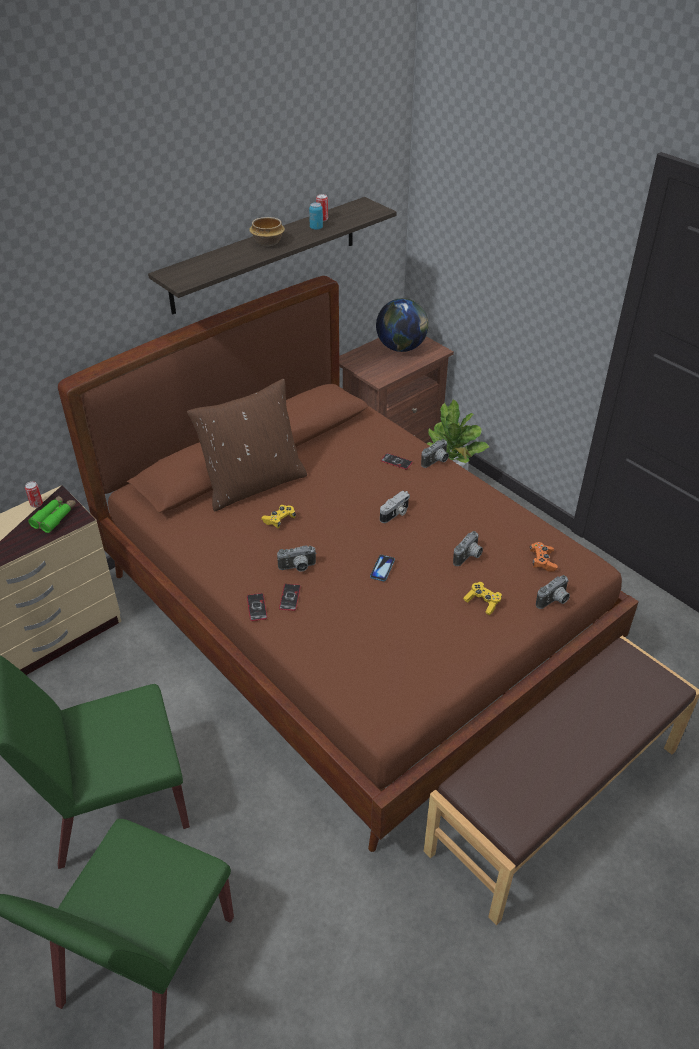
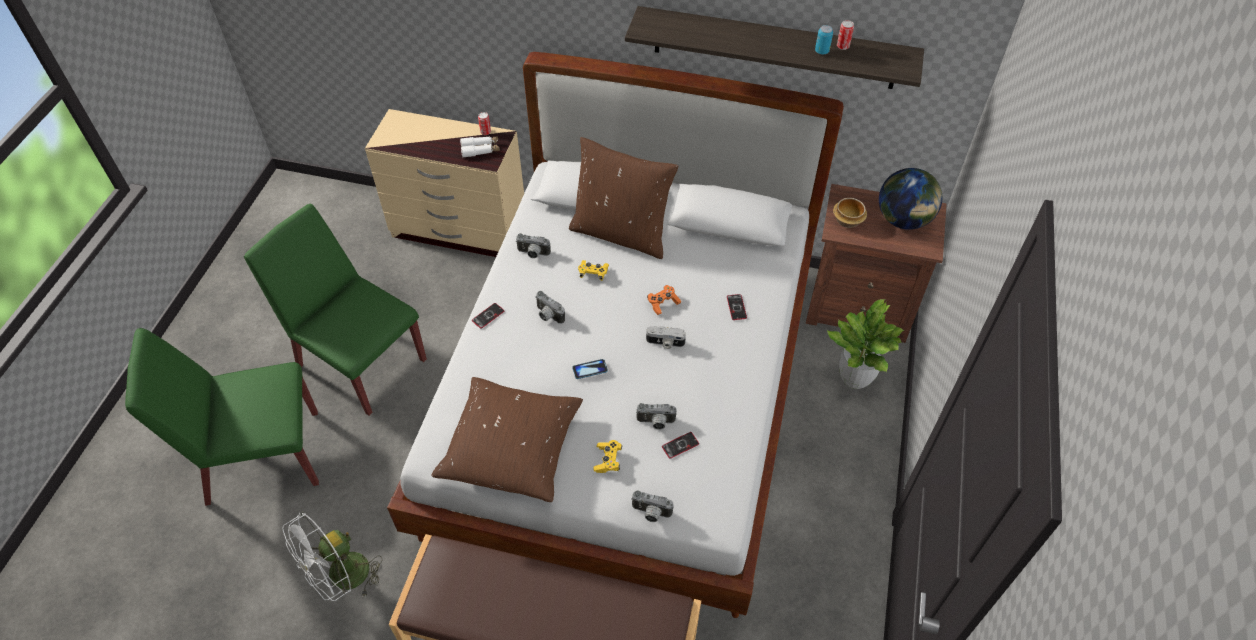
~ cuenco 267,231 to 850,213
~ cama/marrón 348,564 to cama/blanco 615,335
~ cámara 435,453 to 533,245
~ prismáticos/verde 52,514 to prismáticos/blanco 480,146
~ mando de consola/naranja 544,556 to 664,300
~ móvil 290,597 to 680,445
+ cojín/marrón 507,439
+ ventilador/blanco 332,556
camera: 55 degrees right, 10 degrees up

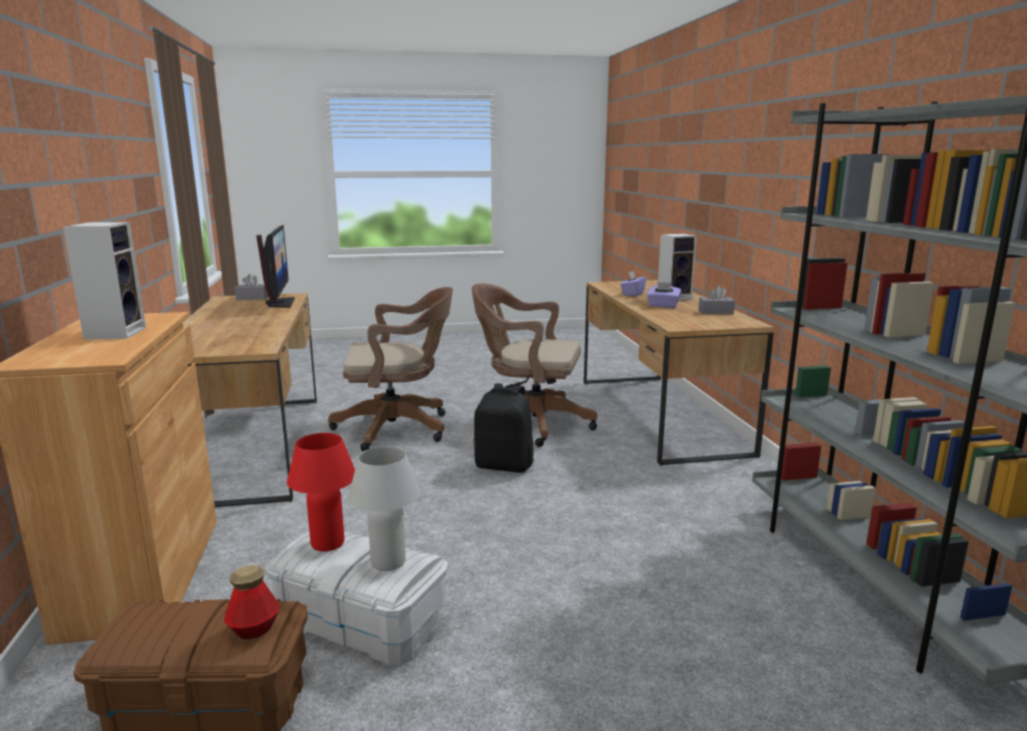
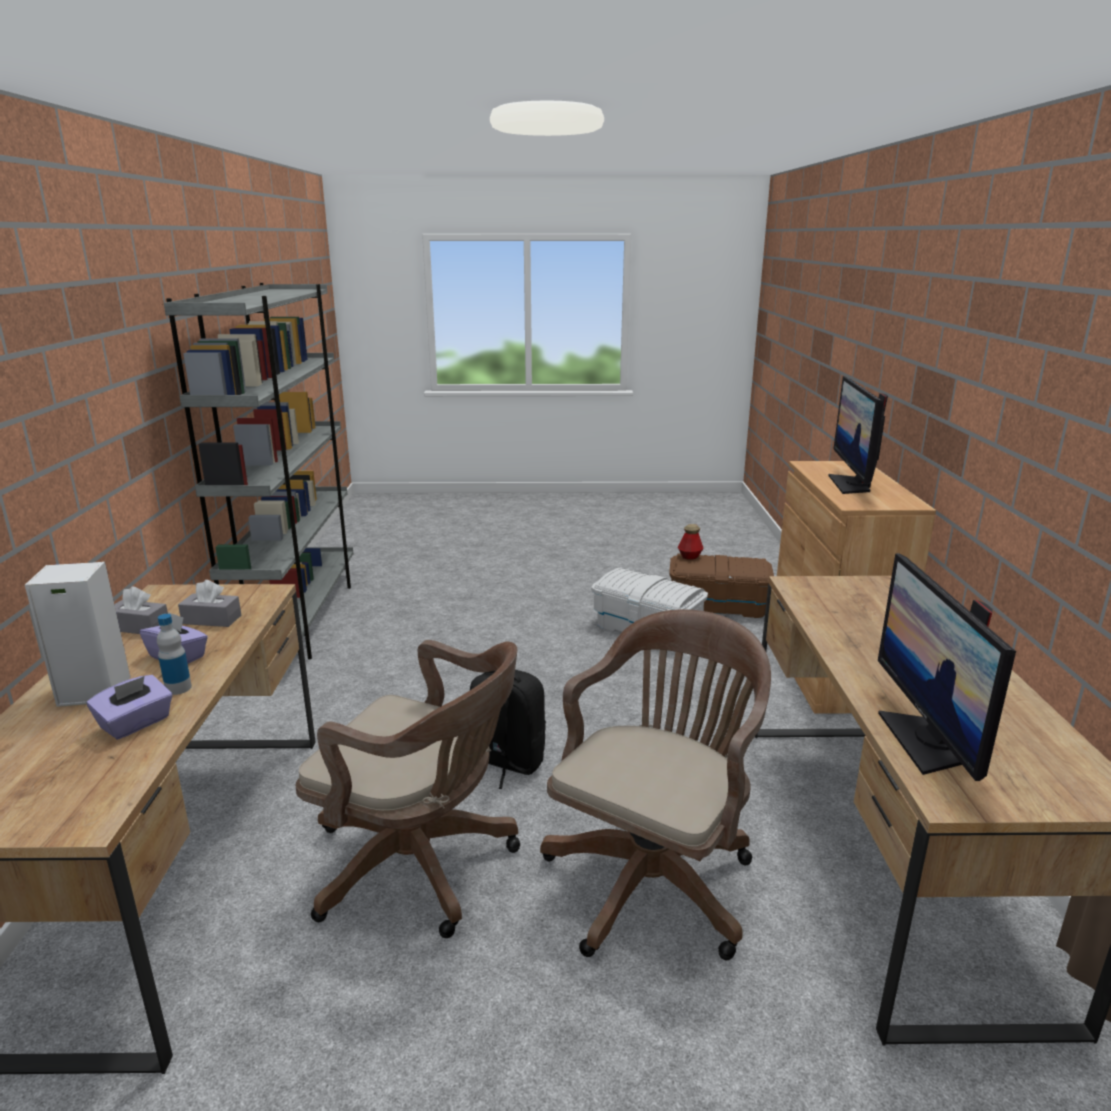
~ altavoz 104,281 to monitor 858,435
~ caja de pañuelos/gris 252,287 to 209,603
~ silla de oficina/marrón 390,369 = 655,784 120 degrees clockwise
- lámpara de mesa/rojo 321,492
- lámpara de mesa/blanco 384,508
+ botella 174,654
camera: 170 degrees left, 5 degrees up

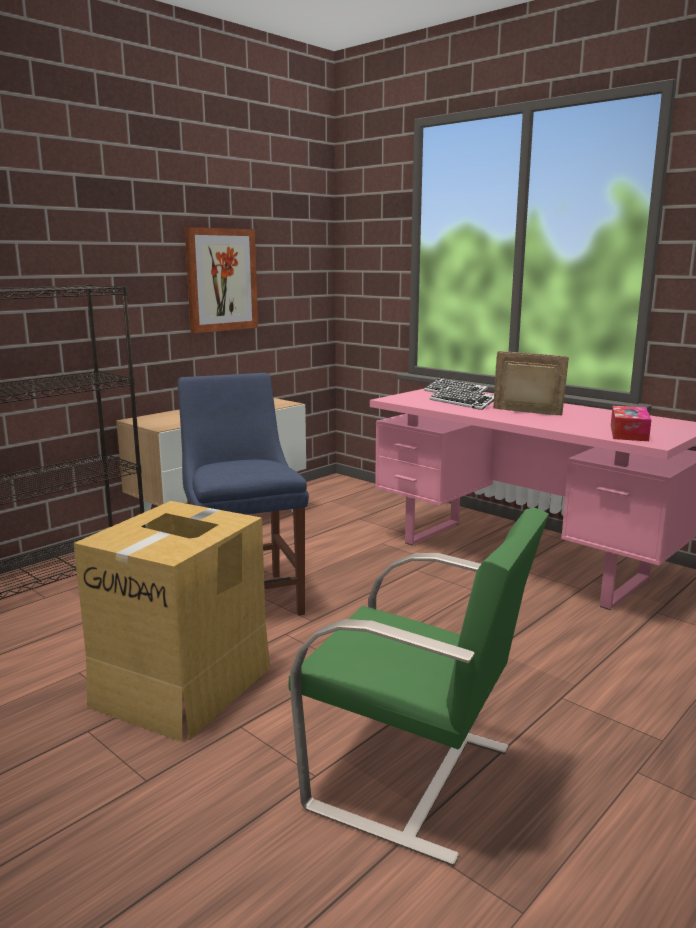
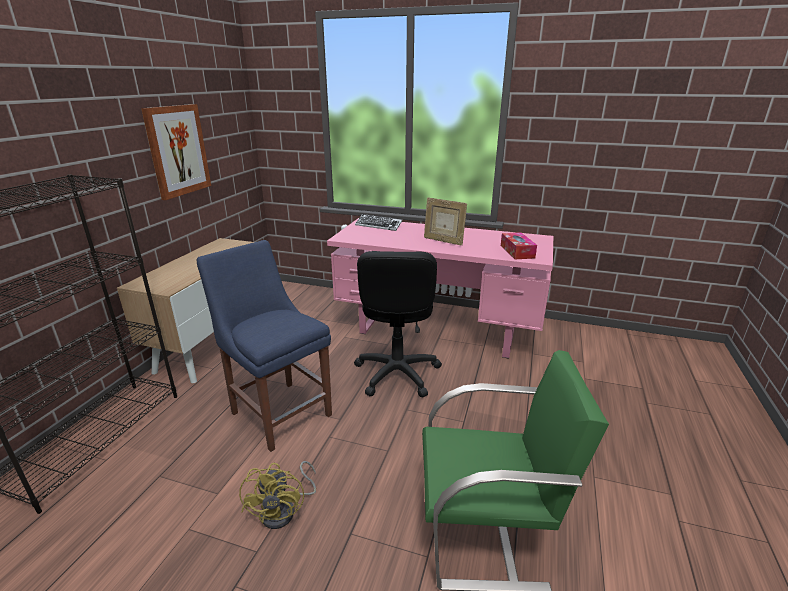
~ portarretratos 531,383 = 445,221 135 degrees counterclockwise
- teclado 462,398
~ caja de cartón 172,621 to ventilador/amarillo 277,495
+ silla de oficina/negro 398,324
camera: 25 degrees left, 10 degrees up

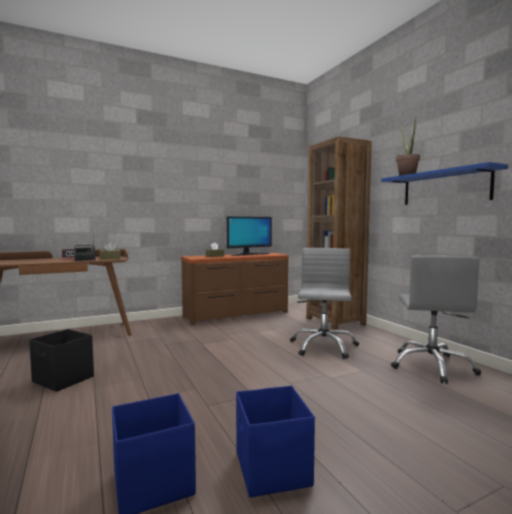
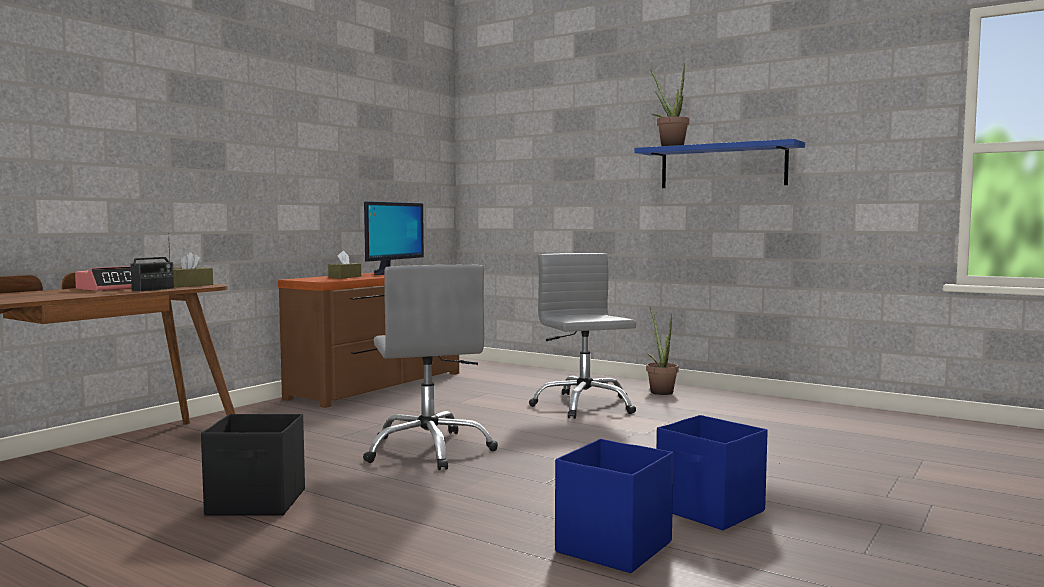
- estantería/marrón 339,233
~ silla de oficina/gris 436,319 to 430,367
+ planta en maceta 662,351
camera: 30 degrees left, 0 degrees up

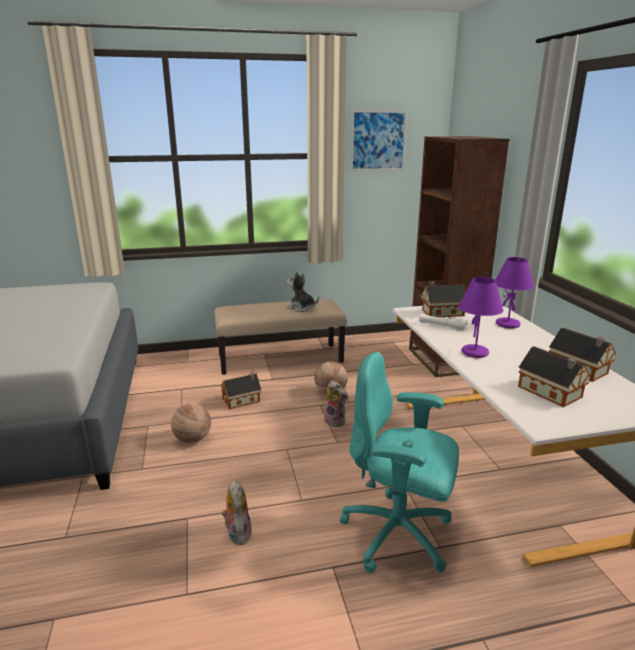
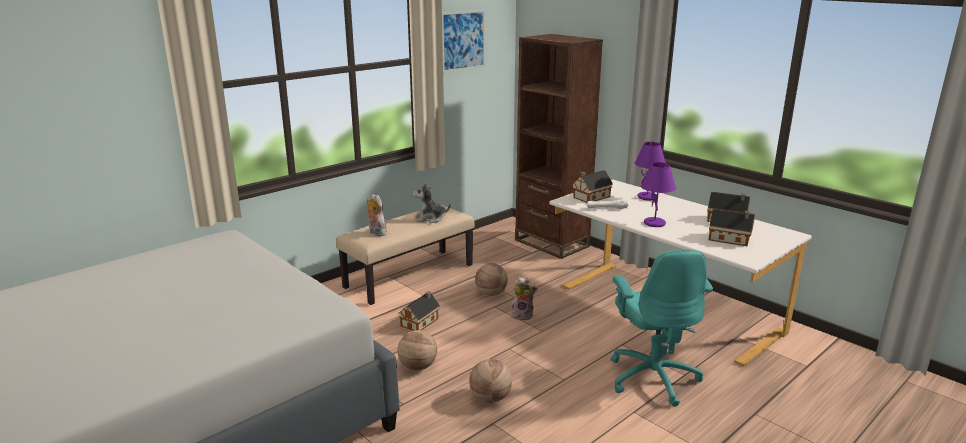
~ silla de oficina/turquesa 399,462 = 662,328 90 degrees counterclockwise
~ peluche 236,512 to 377,215
+ balón de baloncesto 490,381
camera: 30 degrees left, 0 degrees up

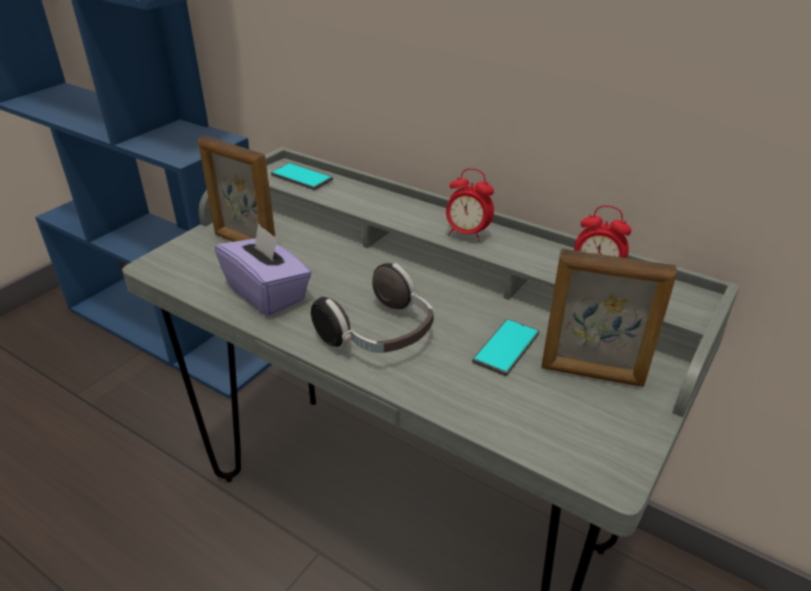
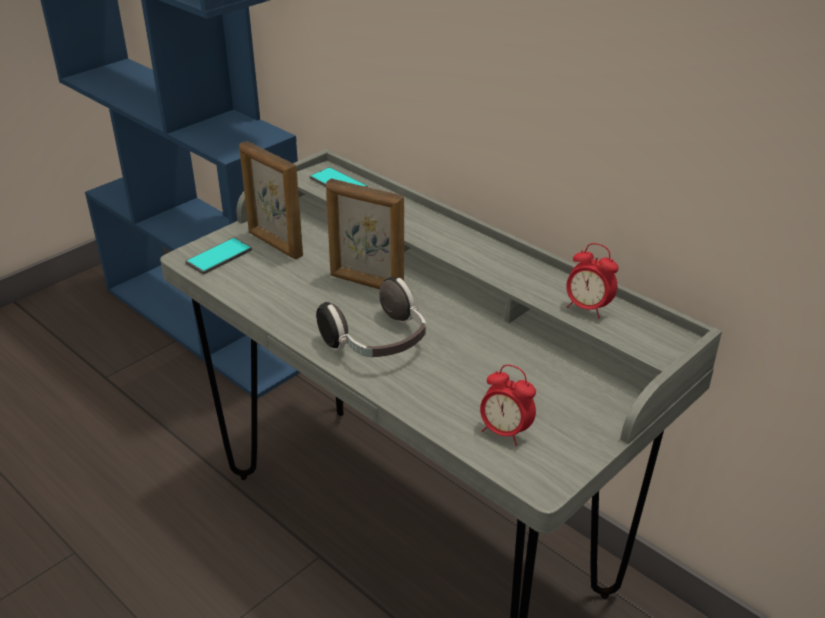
~ despertador 470,205 to 508,405
- caja de pañuelos/morado 263,270
~ portarretratos 609,318 to 365,233
~ móvil 505,347 to 218,255
camera: 10 degrees right, 0 degrees up

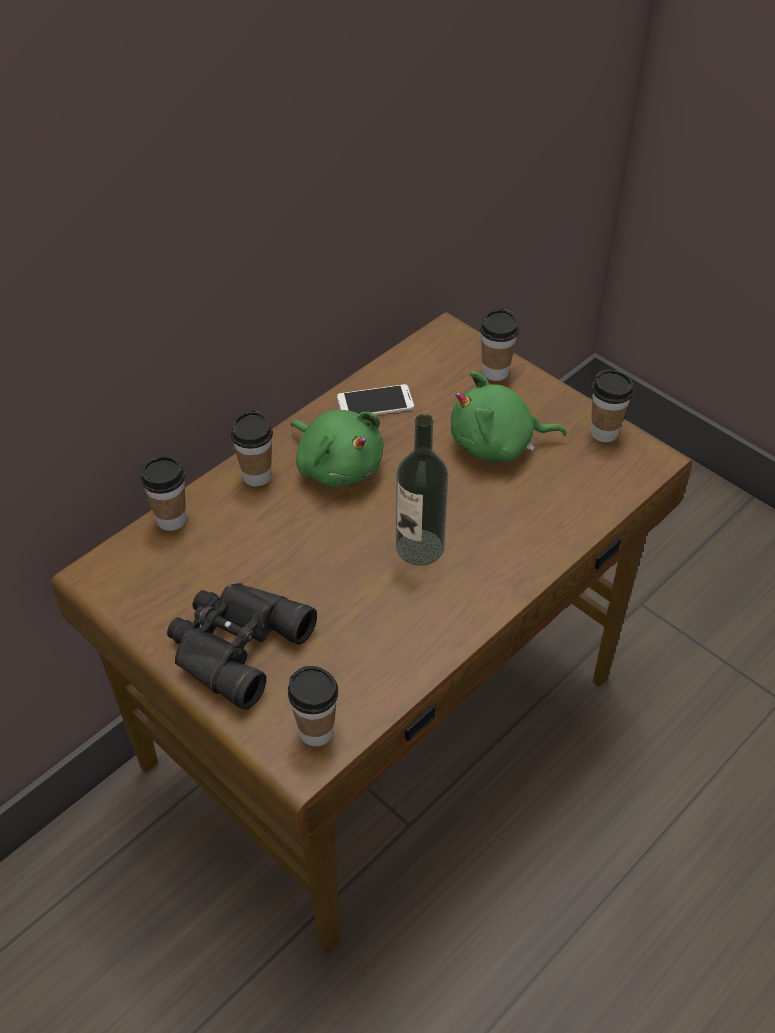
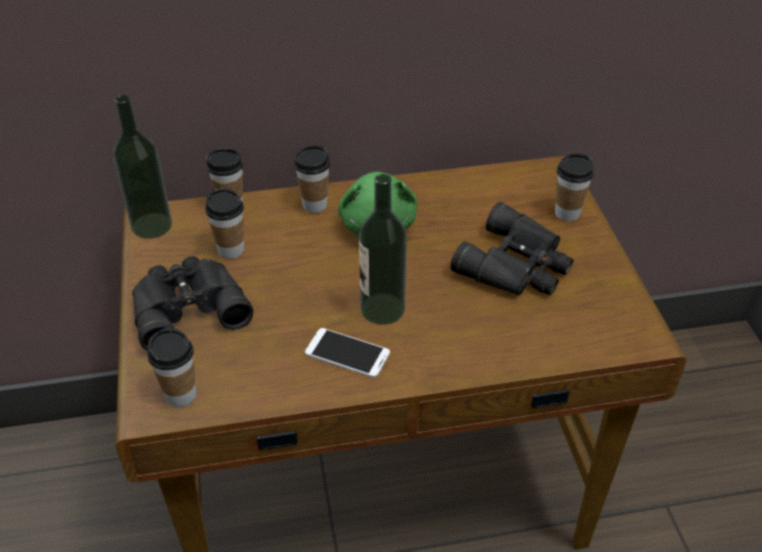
~ taza 612,406 to 224,223
~ peluche/verde 508,416 to prismáticos/negro 512,248
~ móvil 375,399 to 347,353
+ botella 142,167
camera: 35 degrees right, 5 degrees down

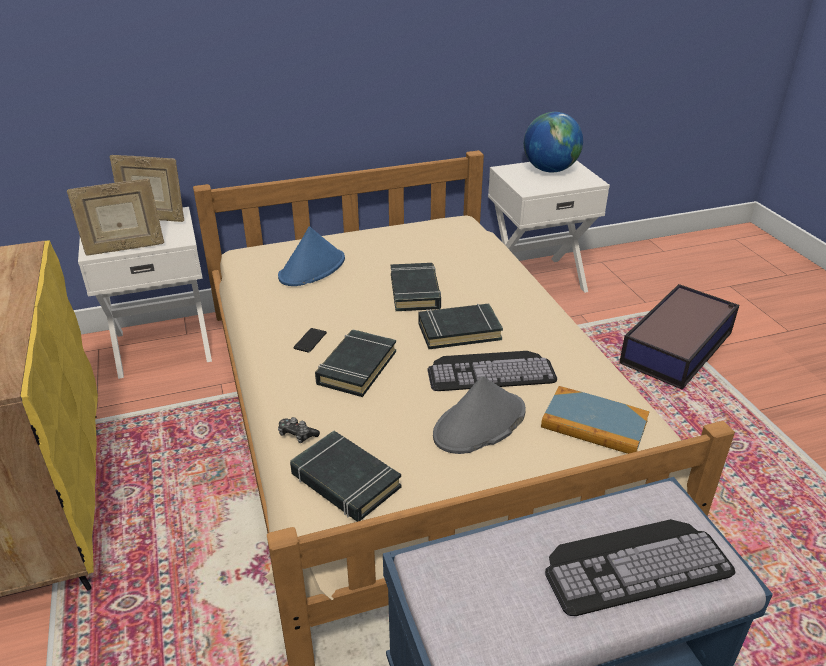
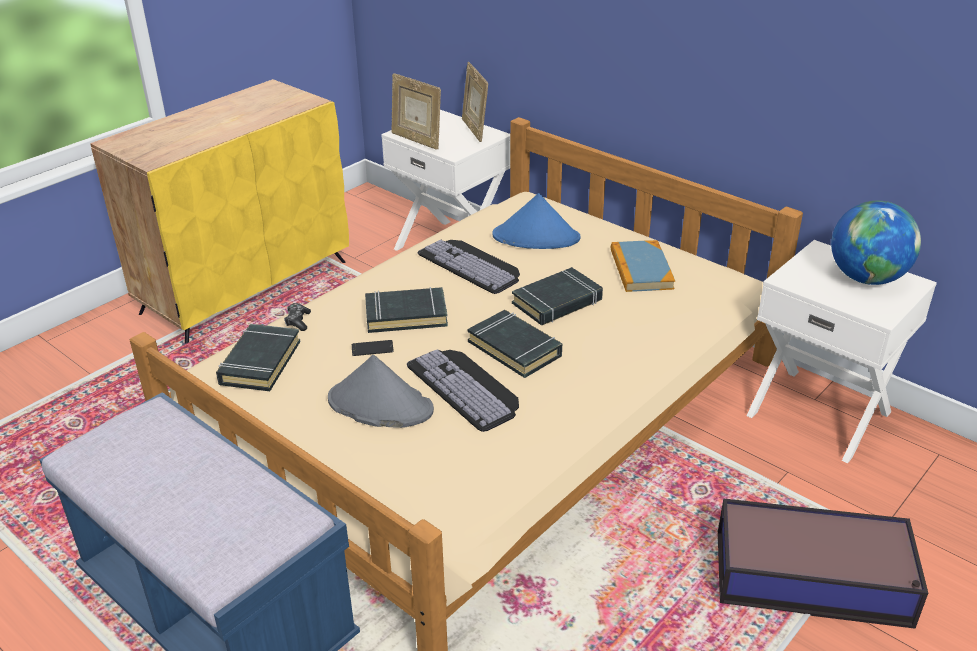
~ móvil 310,340 to 373,348
~ libro 595,420 to 643,266
~ teclado 640,567 to 468,267
camera: 60 degrees right, 0 degrees up

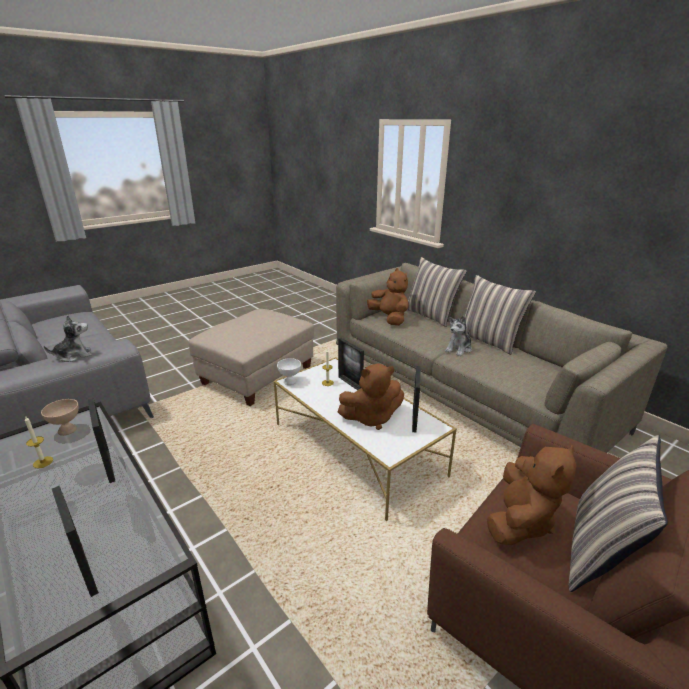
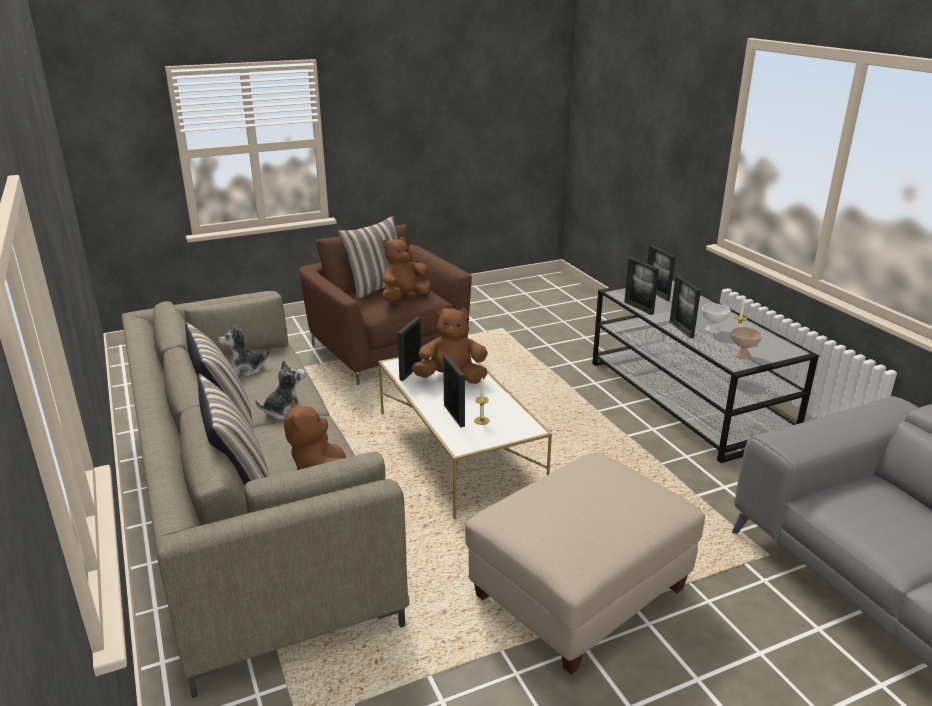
~ peluche 68,338 to 244,350
~ cuenco/blanco 289,371 to 716,318
+ portarretratos 641,286
camera: 165 degrees left, 0 degrees up

